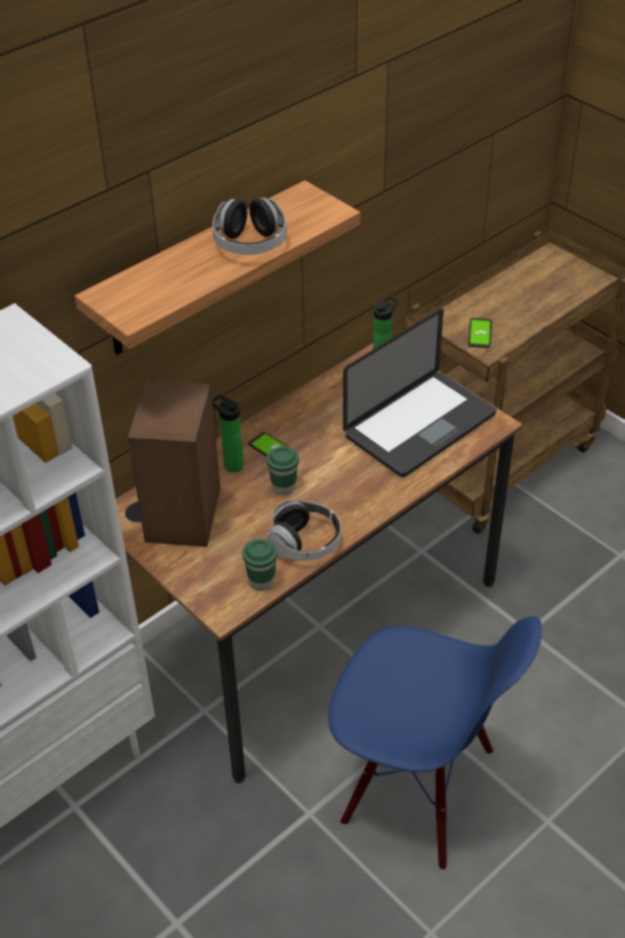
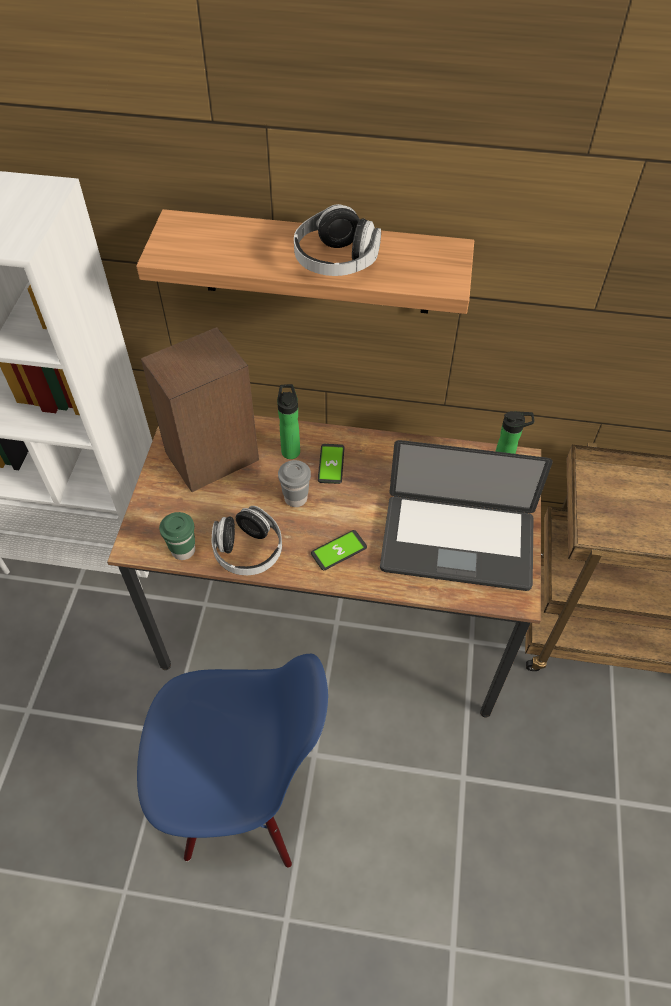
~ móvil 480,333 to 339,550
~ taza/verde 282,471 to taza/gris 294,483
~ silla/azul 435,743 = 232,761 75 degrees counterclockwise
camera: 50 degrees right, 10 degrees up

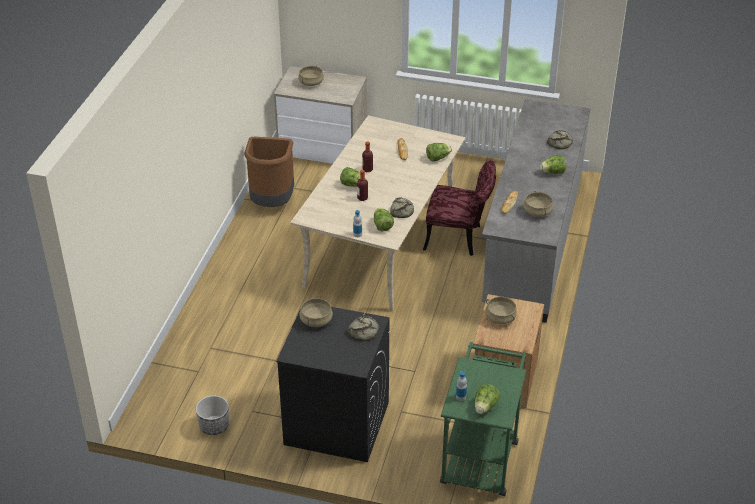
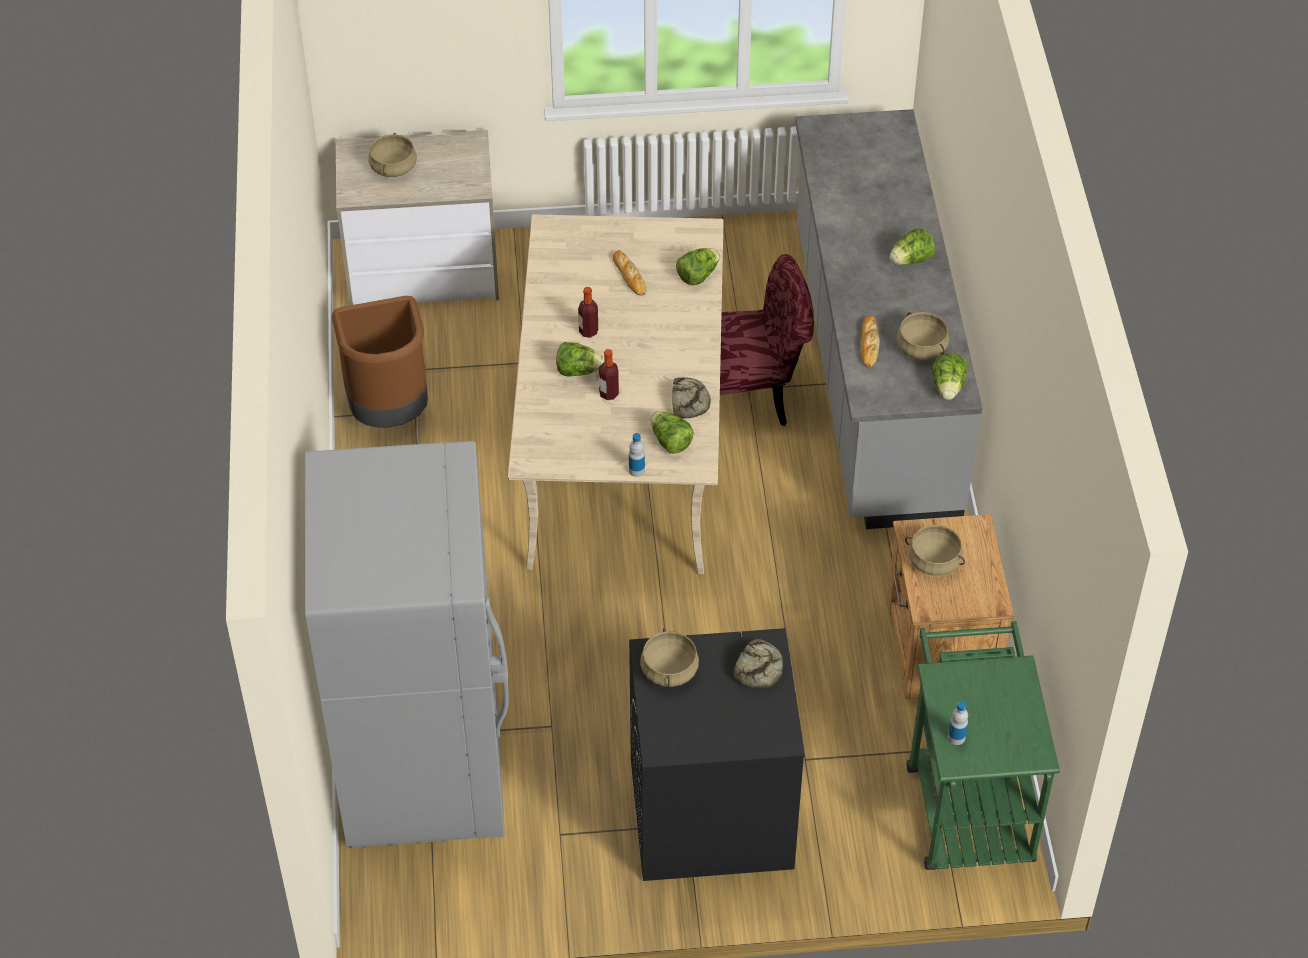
- pan 560,140
~ lechuga 487,399 to 949,376
- maceta 212,415
+ nevera/gris 407,644
camera: 20 degrees left, 10 degrees up

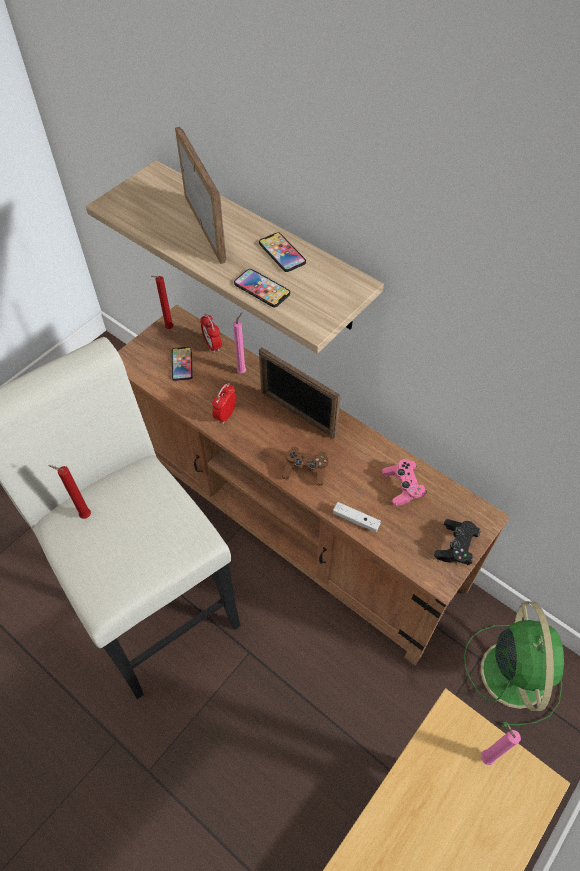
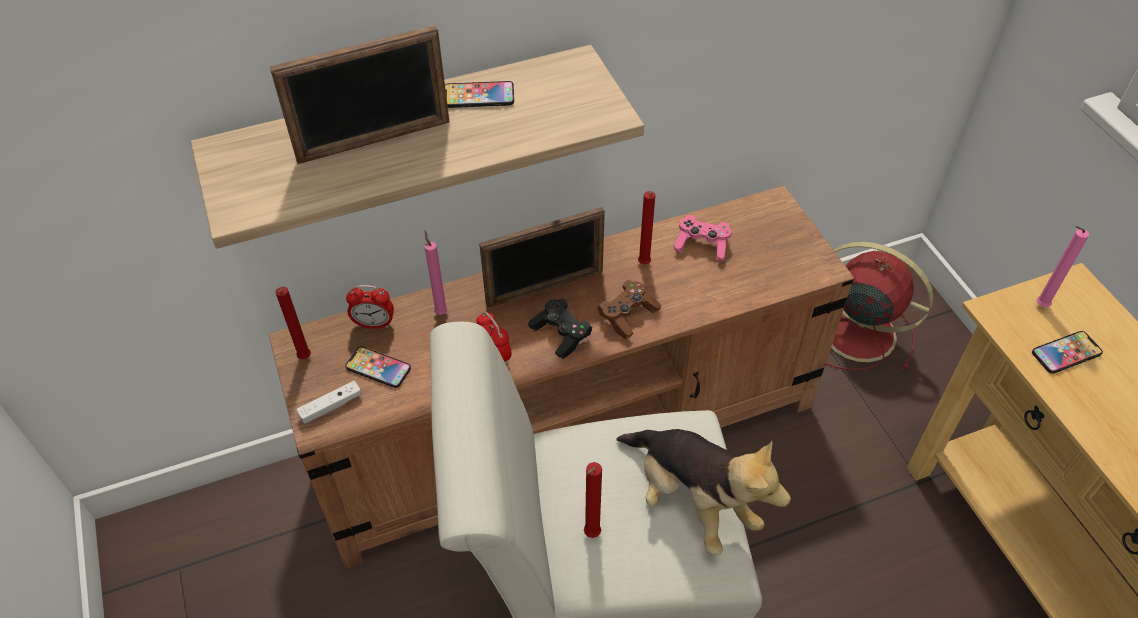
~ portarretratos 200,195 = 360,94 150 degrees clockwise
~ móvil 262,288 to 1067,352
~ mando de consola/blanco 357,517 to 329,402
~ mando de consola/negro 457,542 to 560,328
~ ventilador/verde 514,664 to ventilador/rojo 879,306
+ vela/rojo 646,227
+ peluche 703,492
camera: 60 degrees left, 5 degrees down

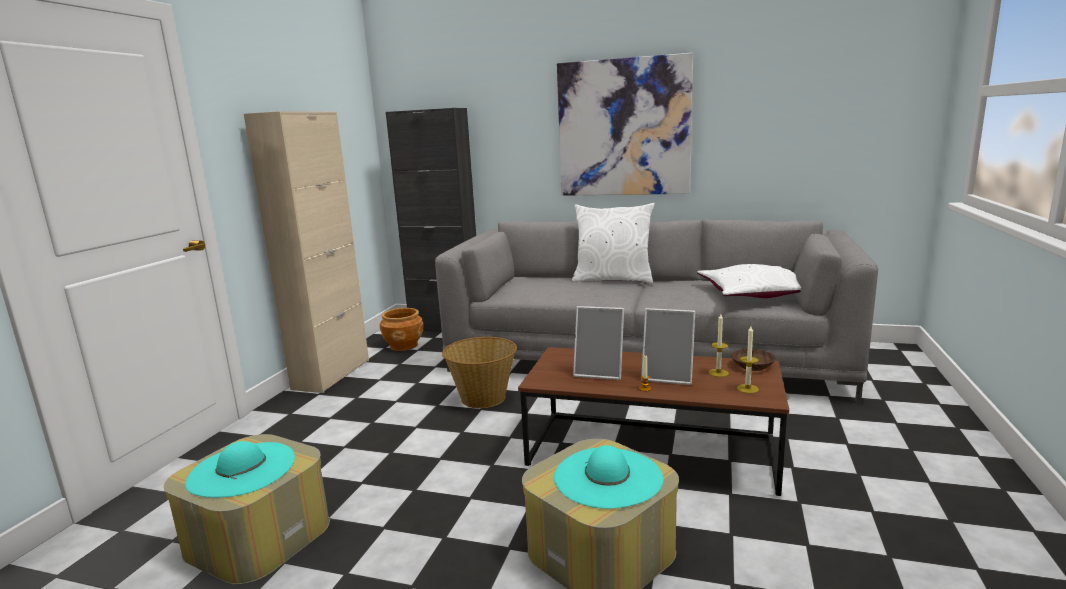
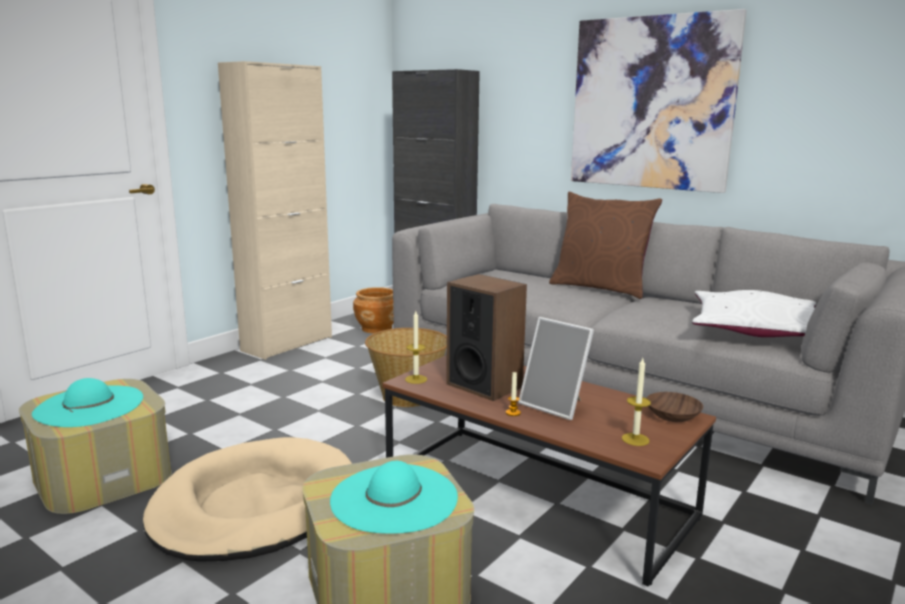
~ cojín/blanco 613,243 to cojín/marrón 605,245
~ portarretratos 598,343 to altavoz 486,337
~ vela 719,345 to 416,347
+ cama para perro/beis 247,499
camera: 20 degrees right, 0 degrees up

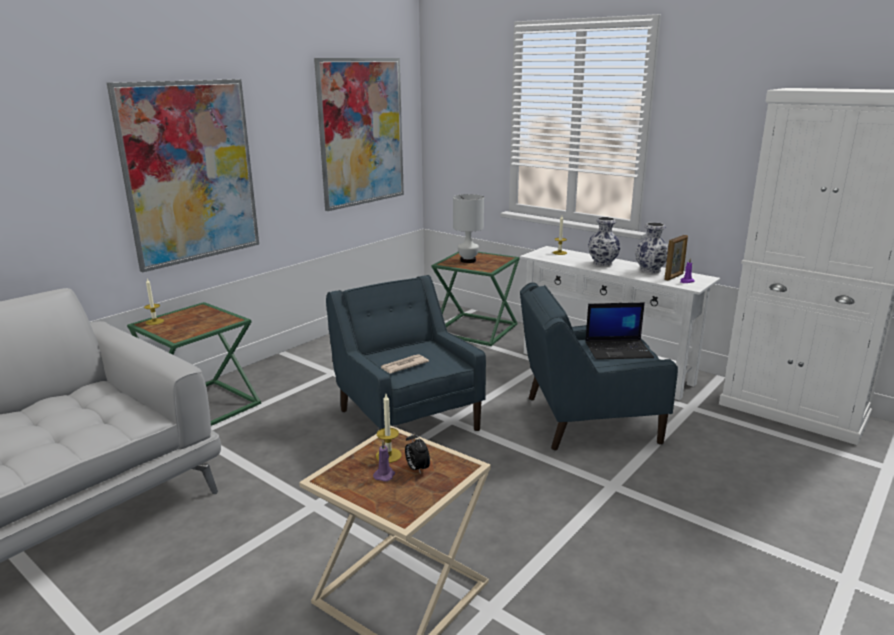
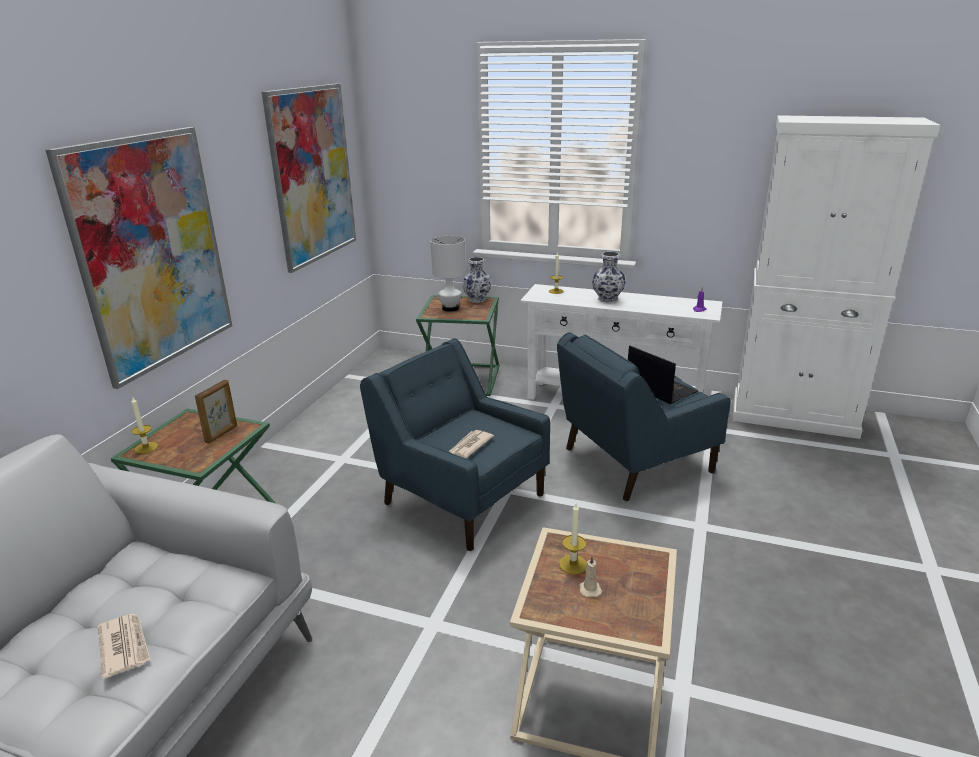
~ florero 651,248 to 477,280
~ portarretratos 676,258 to 216,412
~ portátil 619,331 = 663,374 105 degrees counterclockwise
- despertador 417,453
~ vela/morado 384,461 to vela/beis 590,577
+ periódico 124,646
camera: 20 degrees left, 5 degrees up

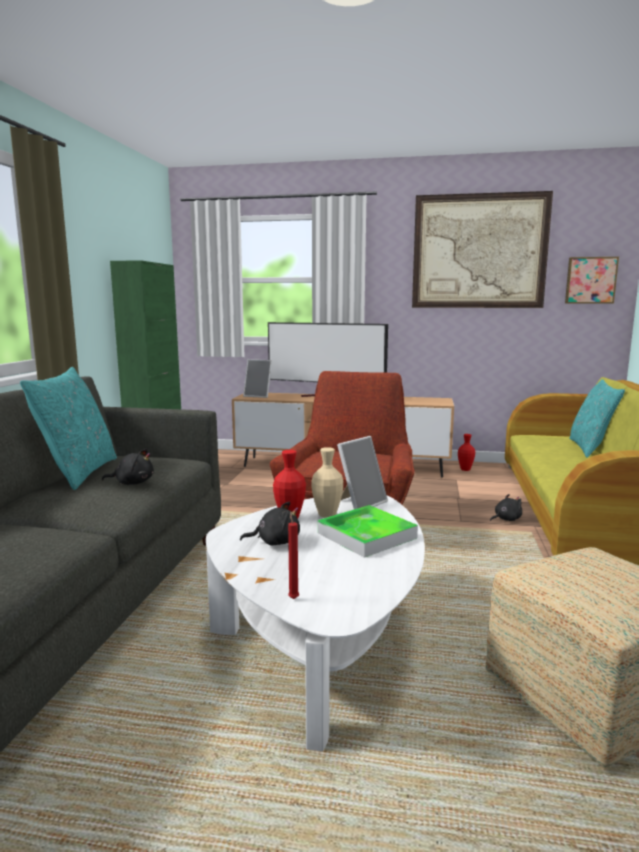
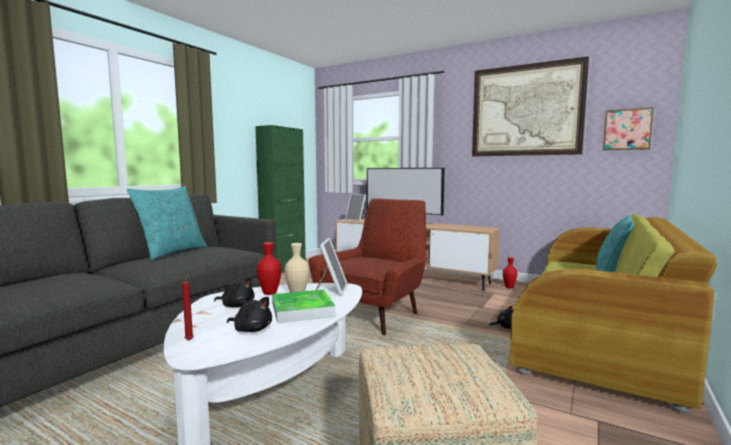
~ portarretratos 362,472 = 332,267 60 degrees counterclockwise
~ peluche/negro 128,467 to 249,314
camera: 20 degrees right, 5 degrees down

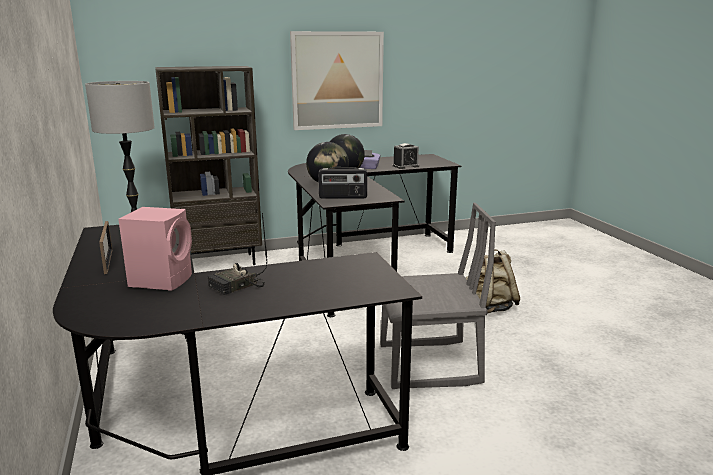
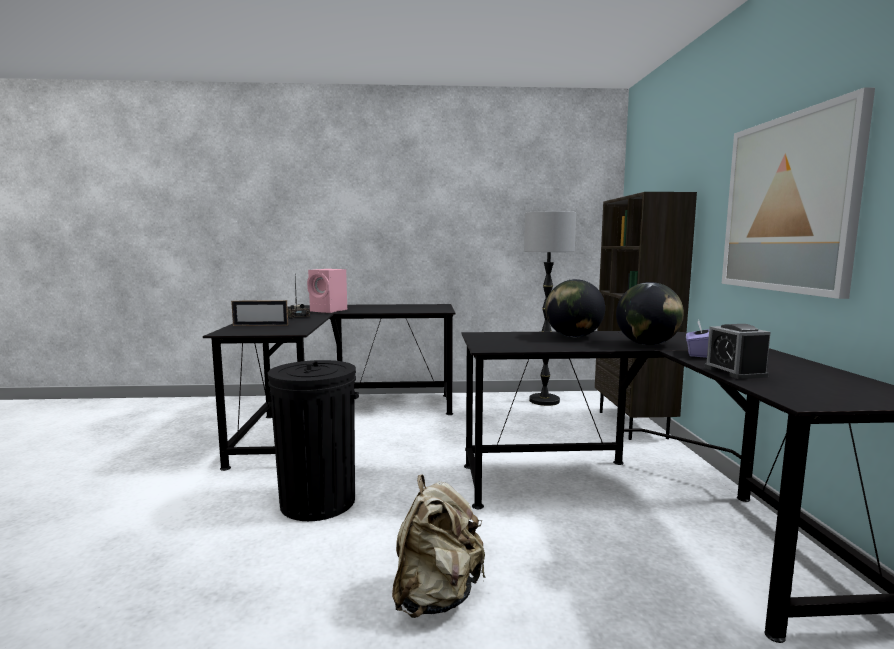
- radio 342,183
~ silla/gris 438,296 to papelera/negro 313,440
~ portarretratos 105,247 to 259,313
camera: 105 degrees right, 10 degrees down

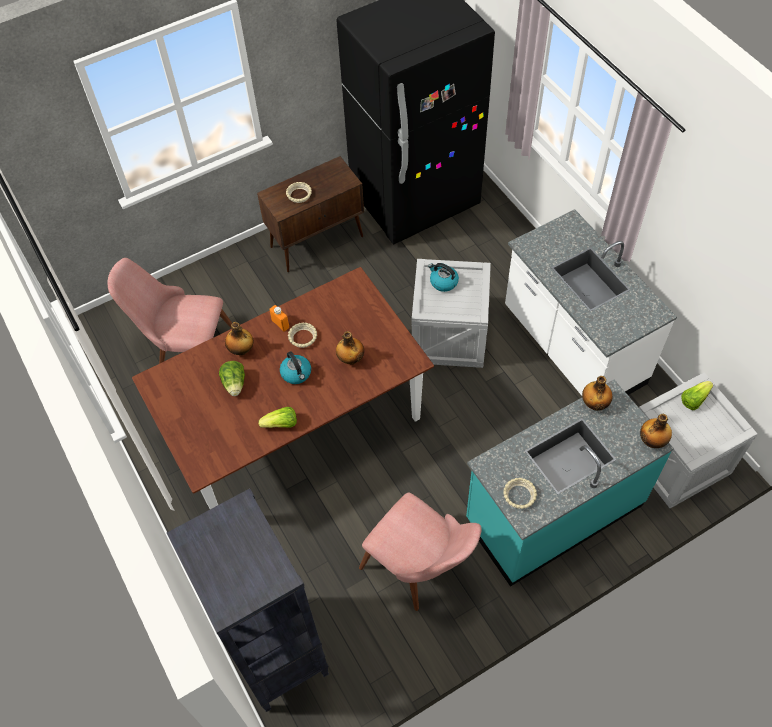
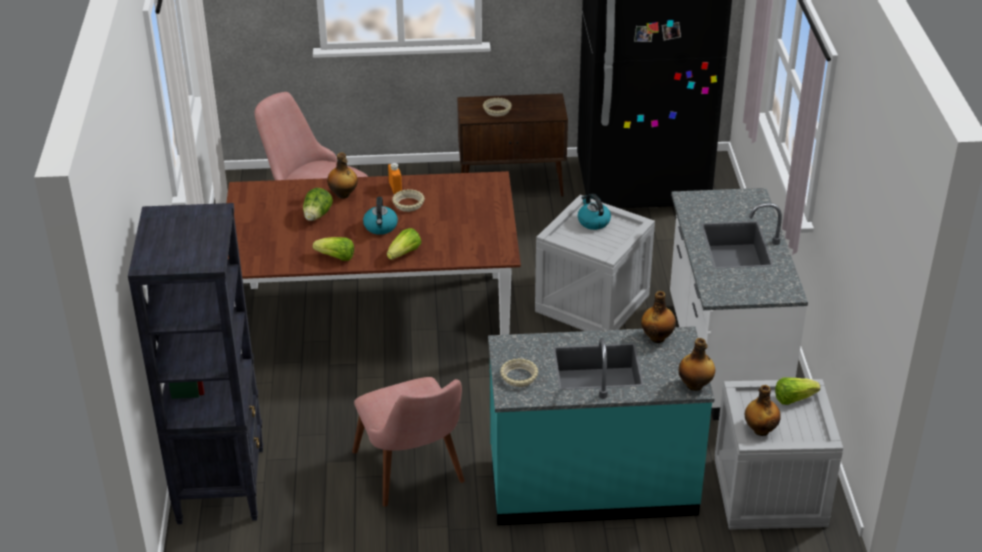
~ botella 350,348 to 763,410
+ lechuga 404,244
camera: 25 degrees right, 20 degrees down

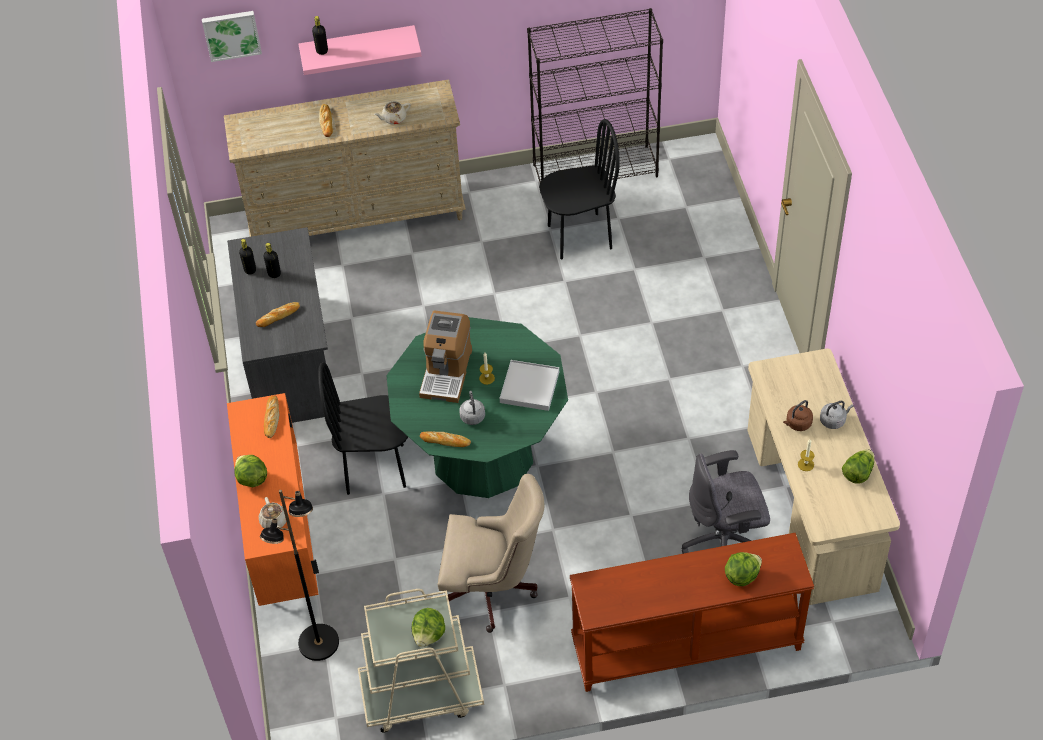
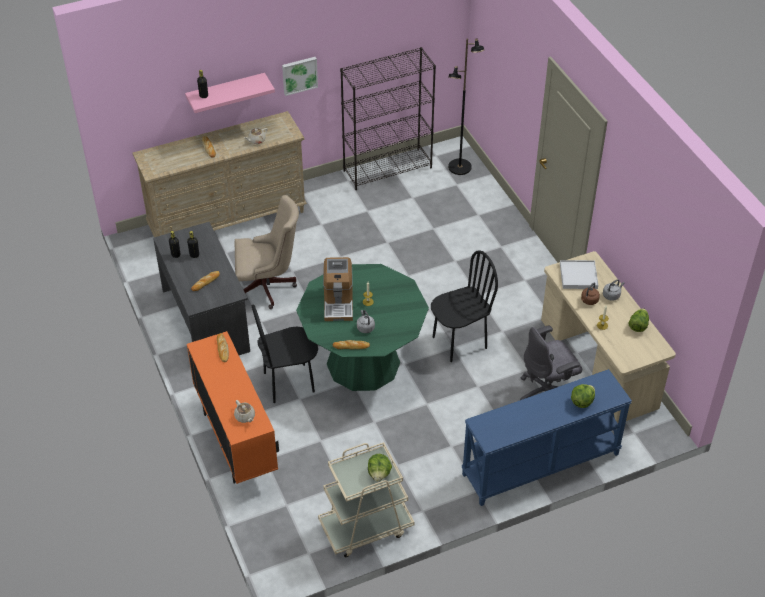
~ cuadro 232,36 to 300,76
~ silla/negro 579,189 to 464,306
~ bandeja/blanco 529,385 to 579,274
- lechuga 250,471
~ silla de oficina/beis 491,553 to 267,252
~ lámpara de pie/negro 299,575 to 466,107
~ mesa consola/marrón 692,612 to mesa consola/azul 547,437
camera: 15 degrees left, 5 degrees down

